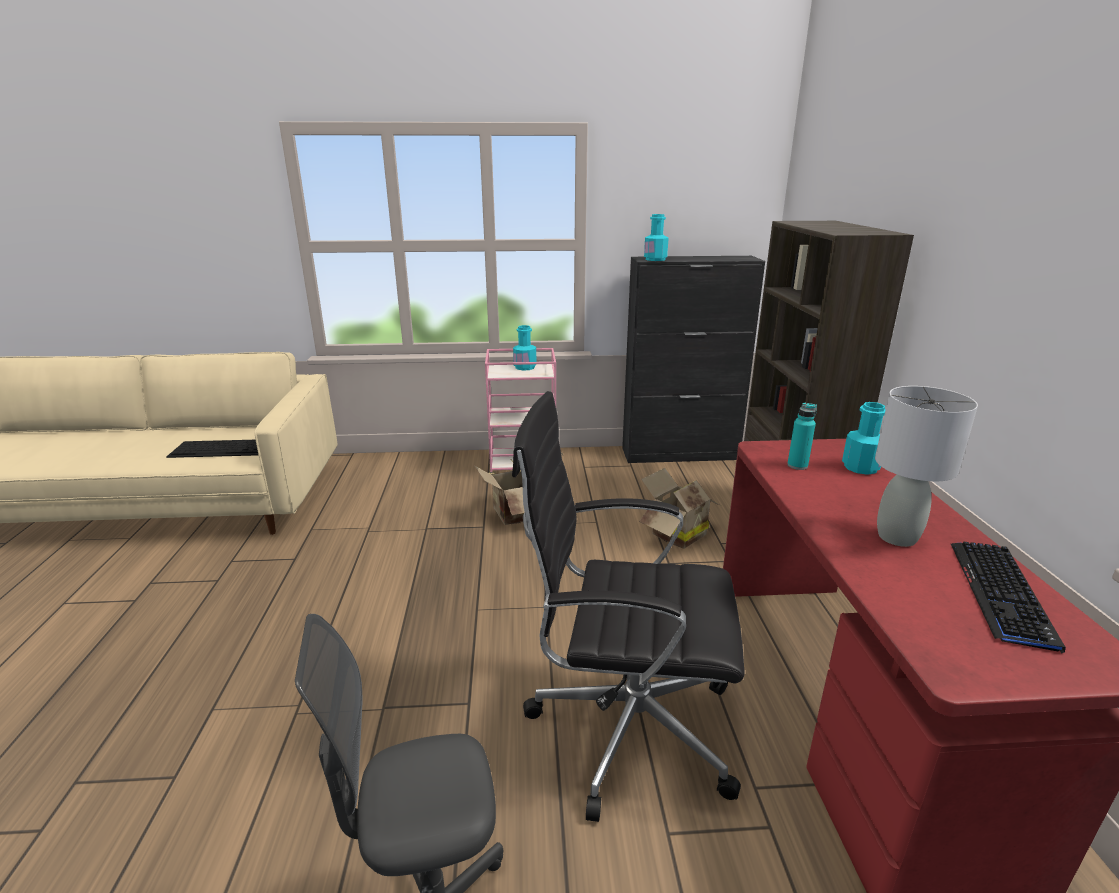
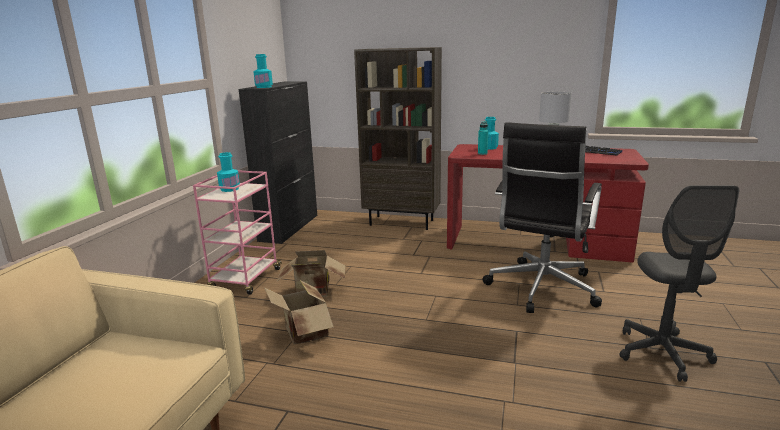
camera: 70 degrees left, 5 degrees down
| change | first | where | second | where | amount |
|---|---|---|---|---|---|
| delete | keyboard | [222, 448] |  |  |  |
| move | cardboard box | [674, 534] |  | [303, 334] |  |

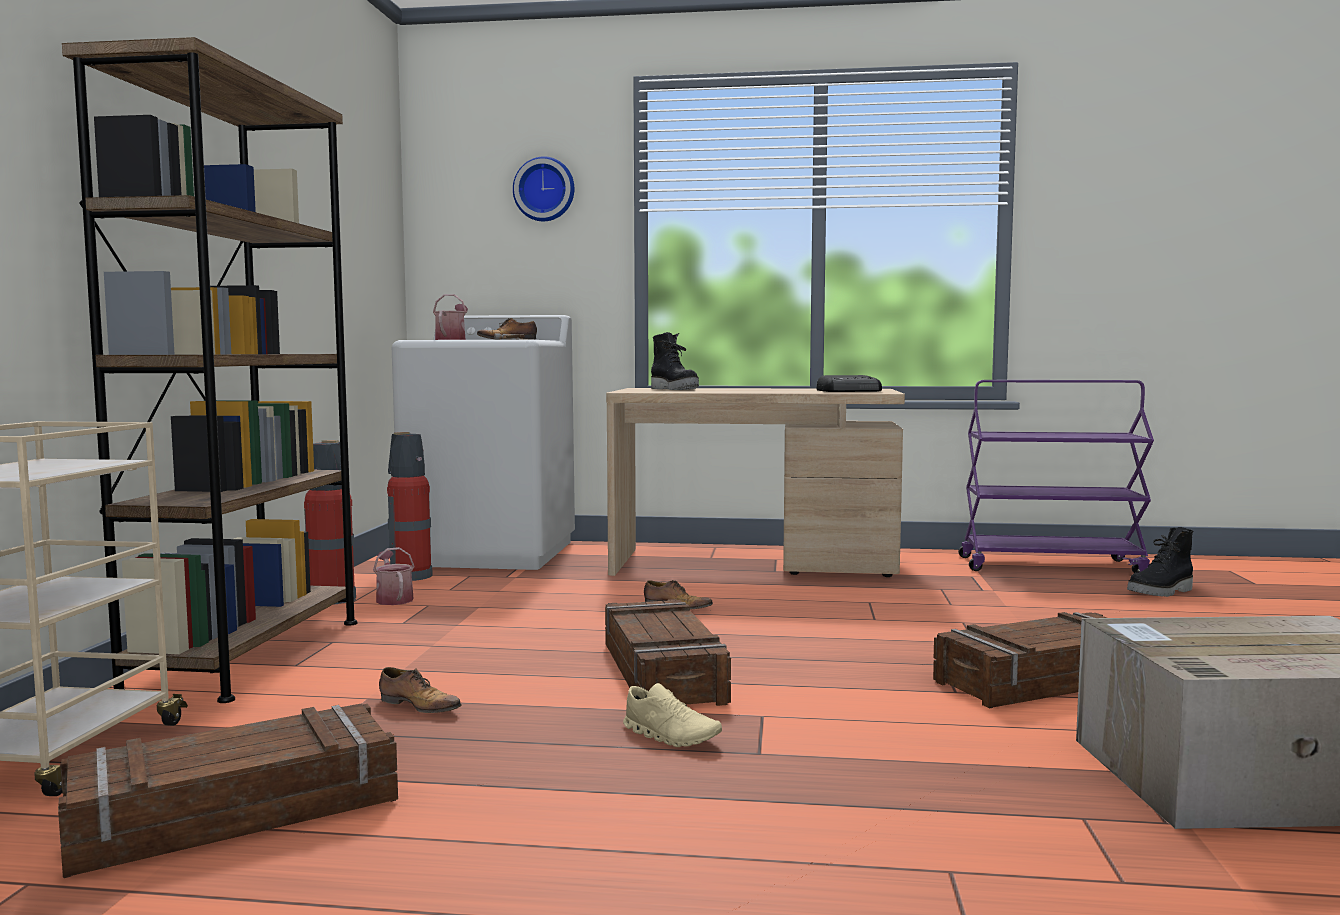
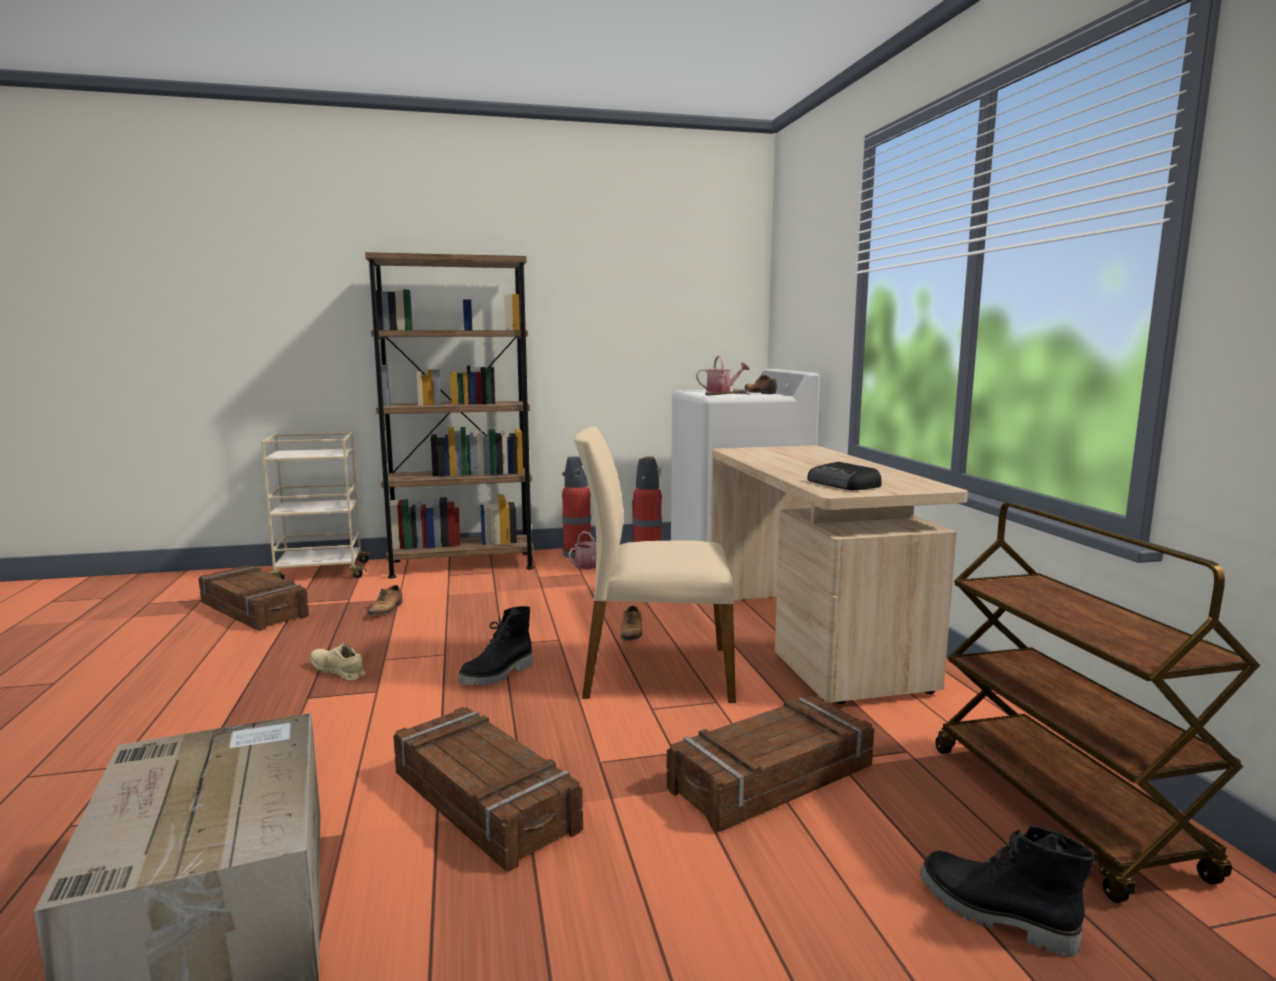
camera: 70 degrees right, 5 degrees up
| change | first | where | second | where | amount |
|---|---|---|---|---|---|
| delete | wall clock | [545, 190] |  |  |  |
| move | black boot | [675, 389] |  | [498, 675] |  |
| recolor | purple cart | [1051, 565] | brown cart | [1062, 811] |  |
| move | crate | [664, 672] |  | [773, 778] |  |
| rotate | beige shoe | [671, 736] |  | [338, 671] | 105 degrees clockwise |
| insert |  |  | beige chair | [655, 672] |  |

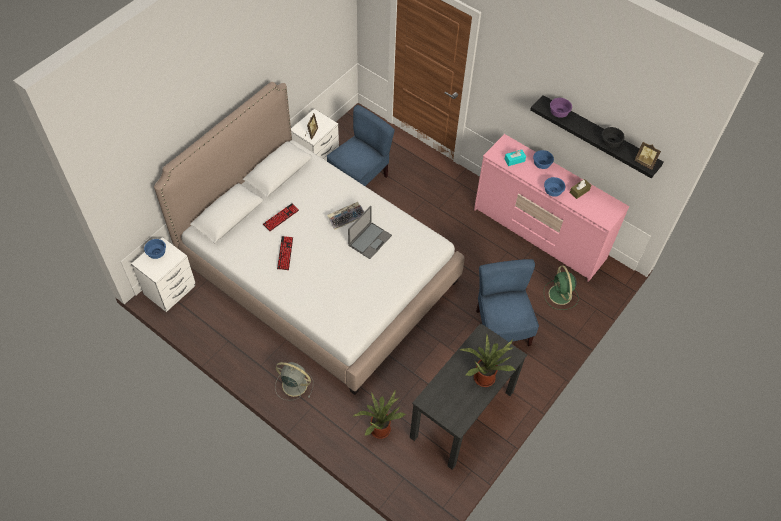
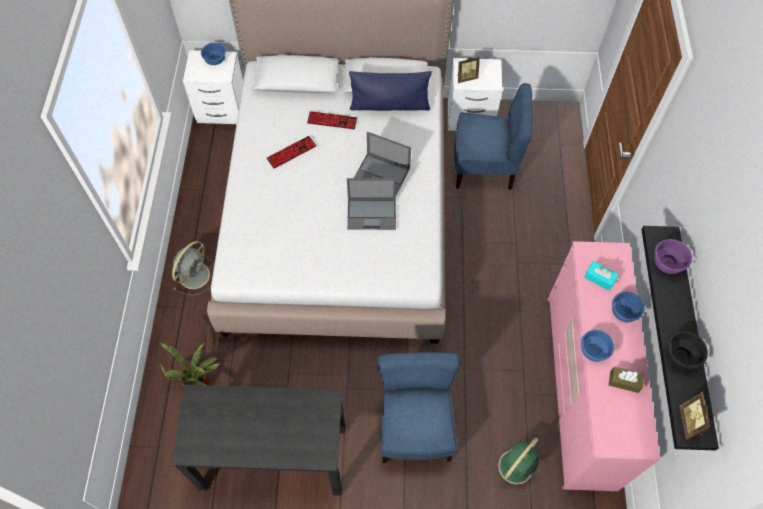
camera: 55 degrees right, 5 degrees up
| change | first | where | second | where | amount |
|---|---|---|---|---|---|
| replace | keyboard | [346, 217] | laptop | [382, 174] |  |
| rotate | blue chair | [501, 328] |  | [415, 429] | 45 degrees counterclockwise |
| delete | potted plant | [484, 375] |  |  |  |
| rotate | grey fan | [293, 384] |  | [195, 274] | 45 degrees clockwise |
| insert |  |  | blue pillow | [389, 105] |  |

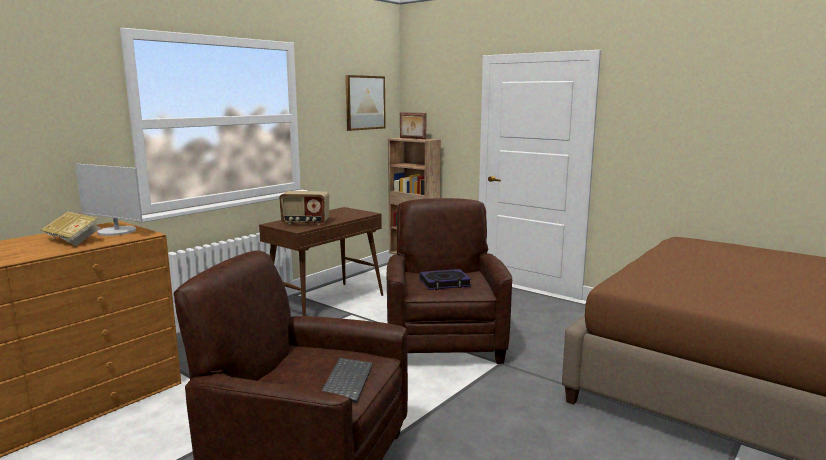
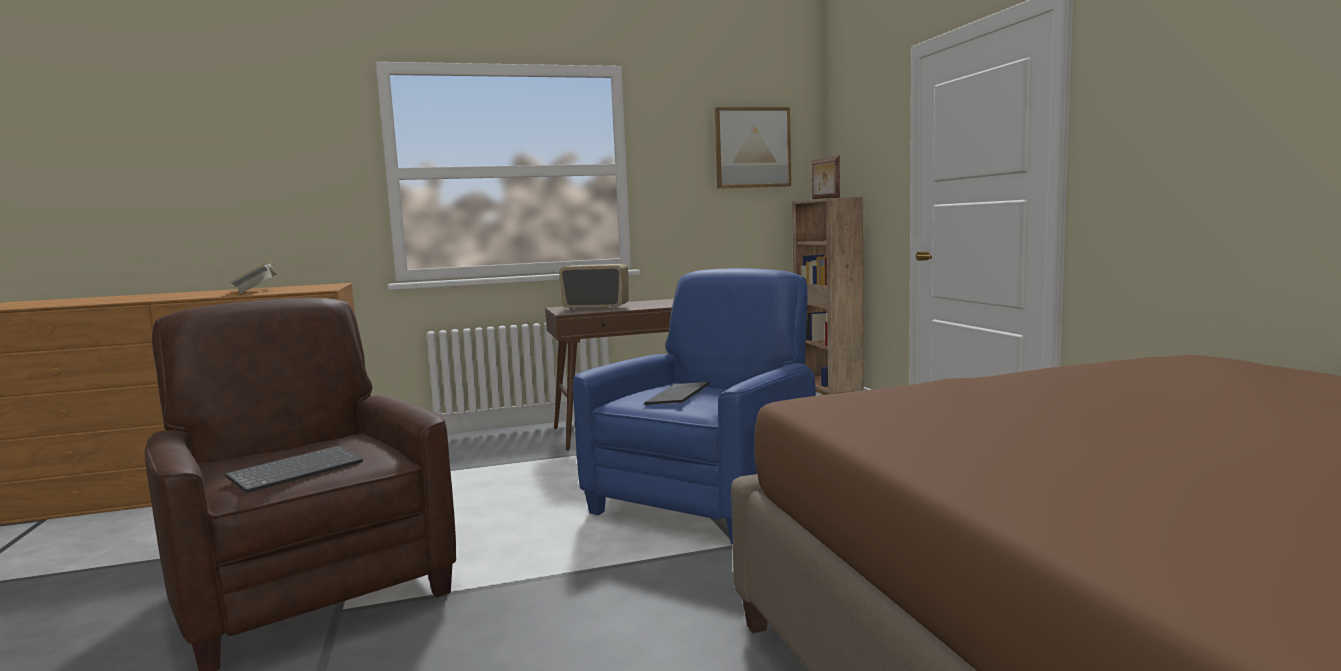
camera: 35 degrees right, 5 degrees down
| change | first | where | second | where | amount |
|---|---|---|---|---|---|
| delete | monitor | [116, 231] |  |  |  |
| rotate | radio | [305, 223] |  | [596, 308] | 150 degrees clockwise |
| recolor | brown armchair | [444, 342] | blue armchair | [705, 500] |  |
| replace | book | [444, 283] | keyboard | [679, 396] |  |

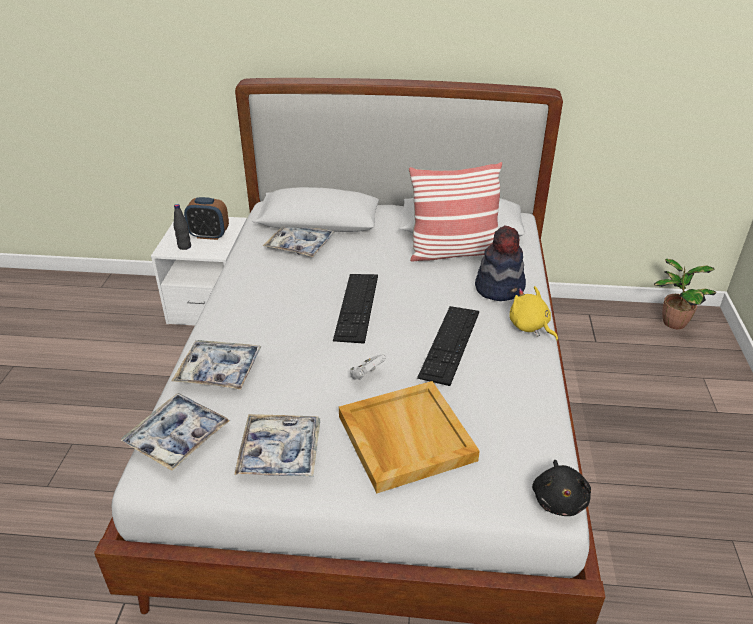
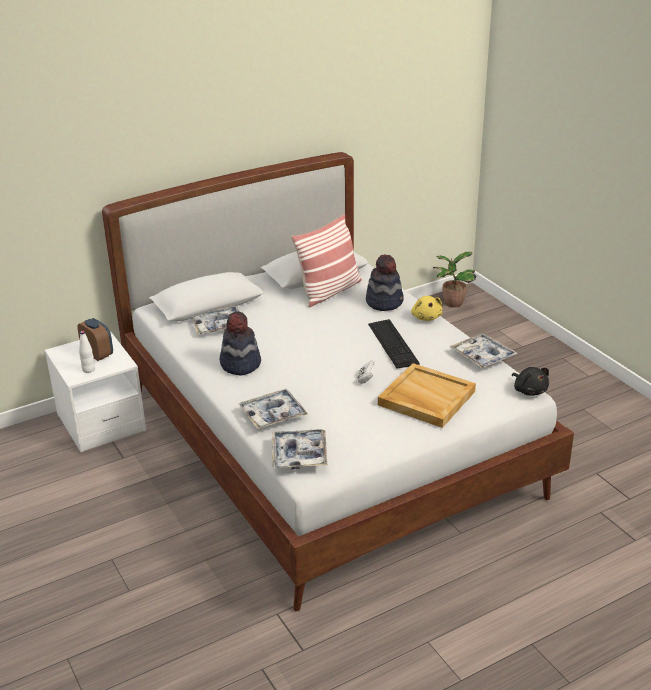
camera: 35 degrees left, 5 degrees down
| change | first | where | second | where | amount |
|---|---|---|---|---|---|
| rotate | alarm clock | [209, 235] |  | [98, 354] | 105 degrees counterclockwise |
| recolor | black bottle | [184, 246] | white bottle | [88, 370] |  |
| delete | keyboard | [356, 306] |  |  |  |
| rotate | yellow plush toy | [530, 327] |  | [426, 317] | 120 degrees counterclockwise |
| move | tray | [280, 452] |  | [482, 356] |  |
| insert |  |  | hat | [240, 364] |  |

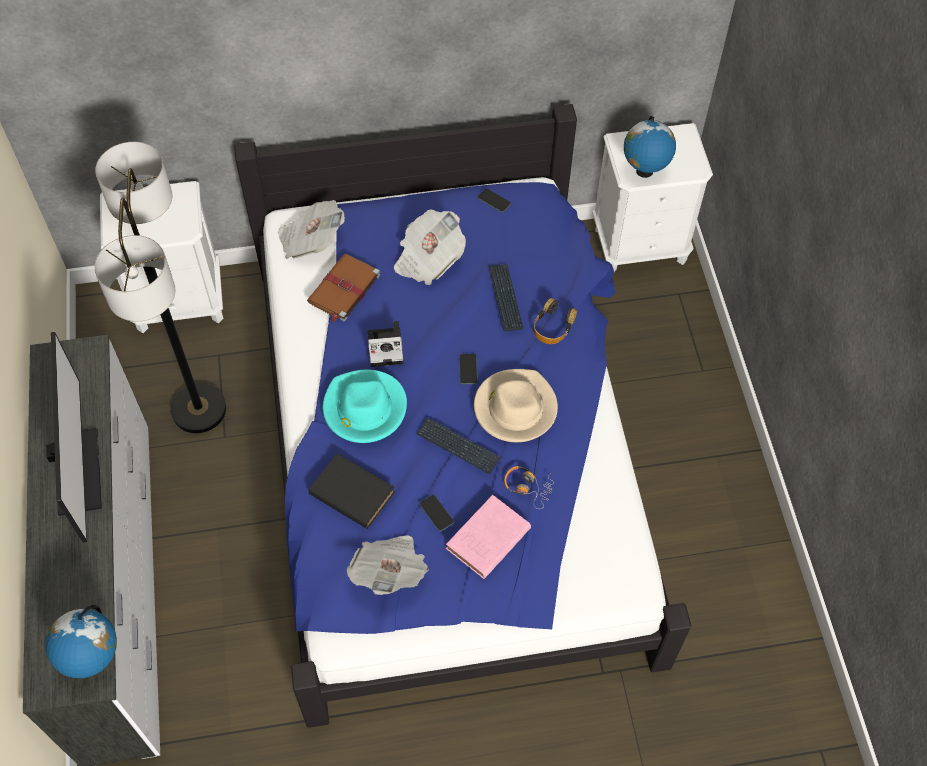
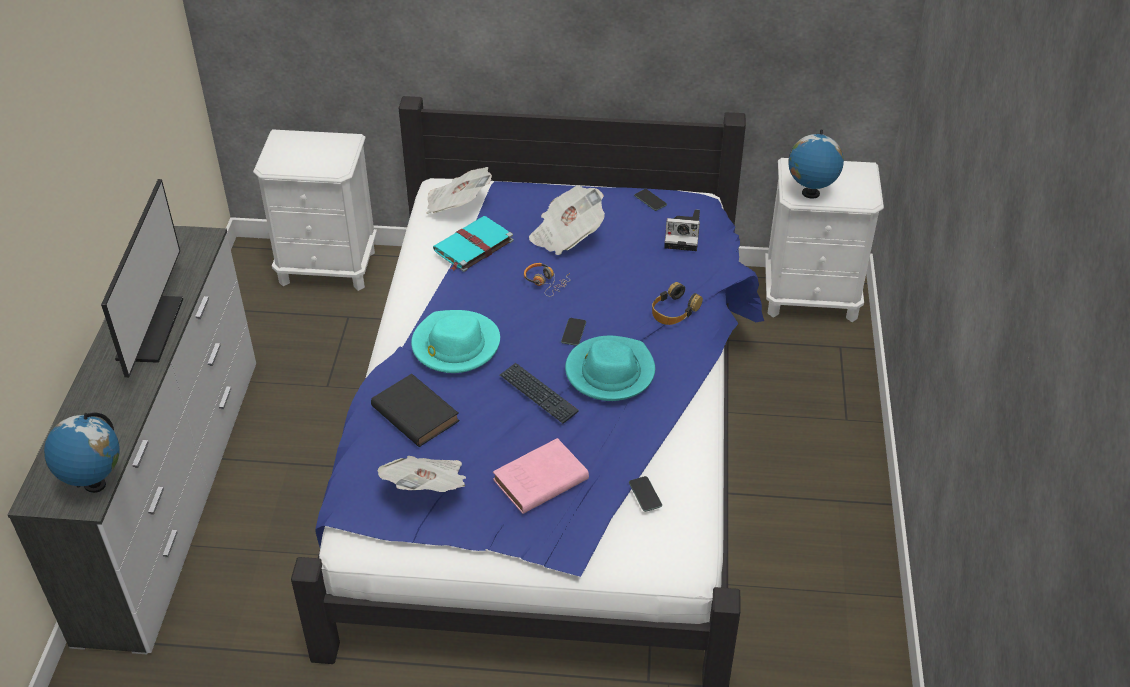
camera: 15 degrees right, 15 degrees down
| change | first | where | second | where | amount |
|---|---|---|---|---|---|
| delete | floor lamp | [199, 409] |  |  |  |
| recolor | brown book | [343, 290] | turquoise book | [472, 246] |  |
| delete | keyboard | [505, 298] |  |  |  |
| move | photo camera | [387, 347] |  | [684, 236] |  |
| recolor | beige hat | [515, 408] | turquoise hat | [610, 372] |  |
| move | headphones | [528, 487] |  | [546, 282] |  |
| move | phone | [436, 513] |  | [645, 494] |  |

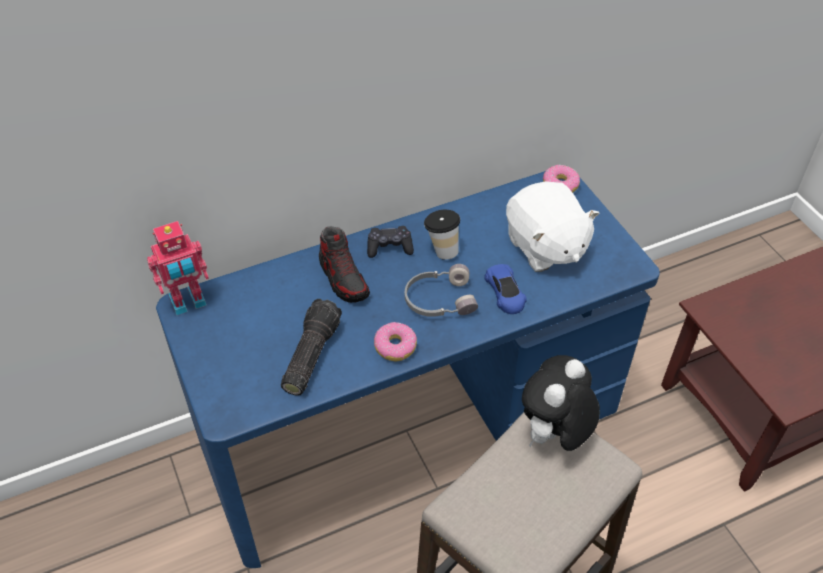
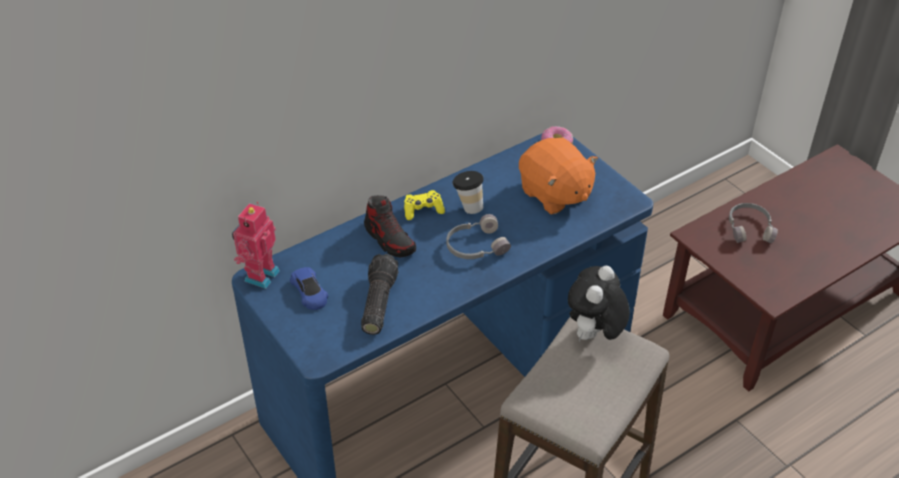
camera: 10 degrees left, 5 degrees down
| change | first | where | second | where | amount |
|---|---|---|---|---|---|
| recolor | white plush toy | [545, 247] | orange plush toy | [554, 194] |  |
| rotate | toy robot | [188, 302] |  | [260, 275] | 150 degrees clockwise |
| recolor | black game controller | [389, 247] | yellow game controller | [423, 210] |  |
| move | blue toy car | [505, 292] |  | [309, 292] |  |
| delete | donut | [395, 346] |  |  |  |
| insert |  |  | grey headphones | [750, 228] |  |

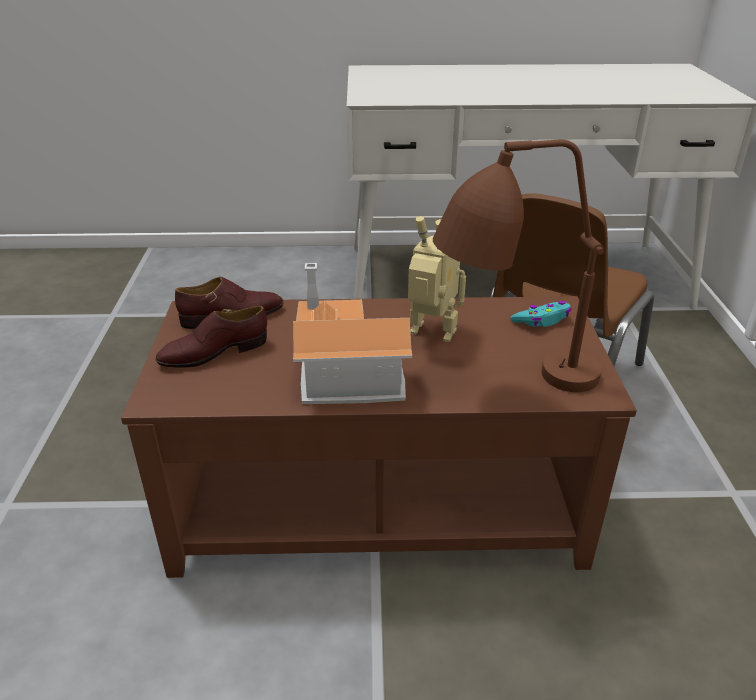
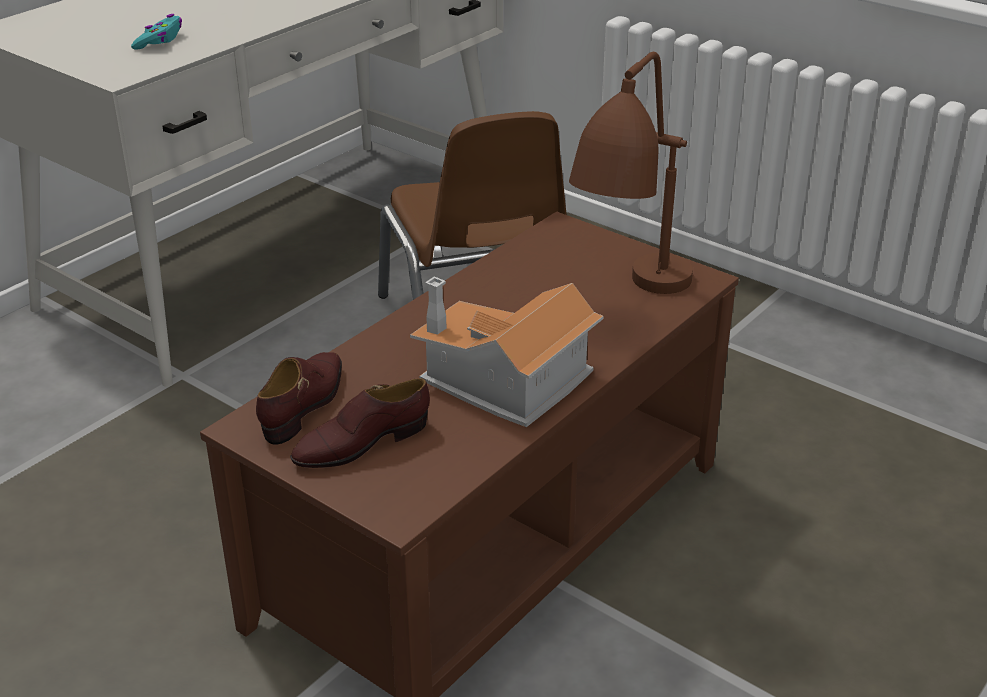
camera: 50 degrees left, 0 degrees up
| change | first | where | second | where | amount |
|---|---|---|---|---|---|
| delete | toy robot | [430, 335] |  |  |  |
| move | turquoise game controller | [542, 320] |  | [159, 40] |  |
| rotate | brown shoe | [214, 352] |  | [361, 443] | 45 degrees clockwise |

